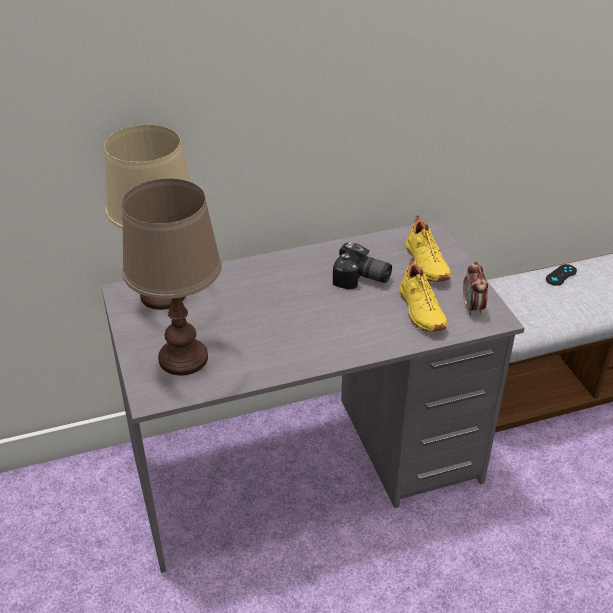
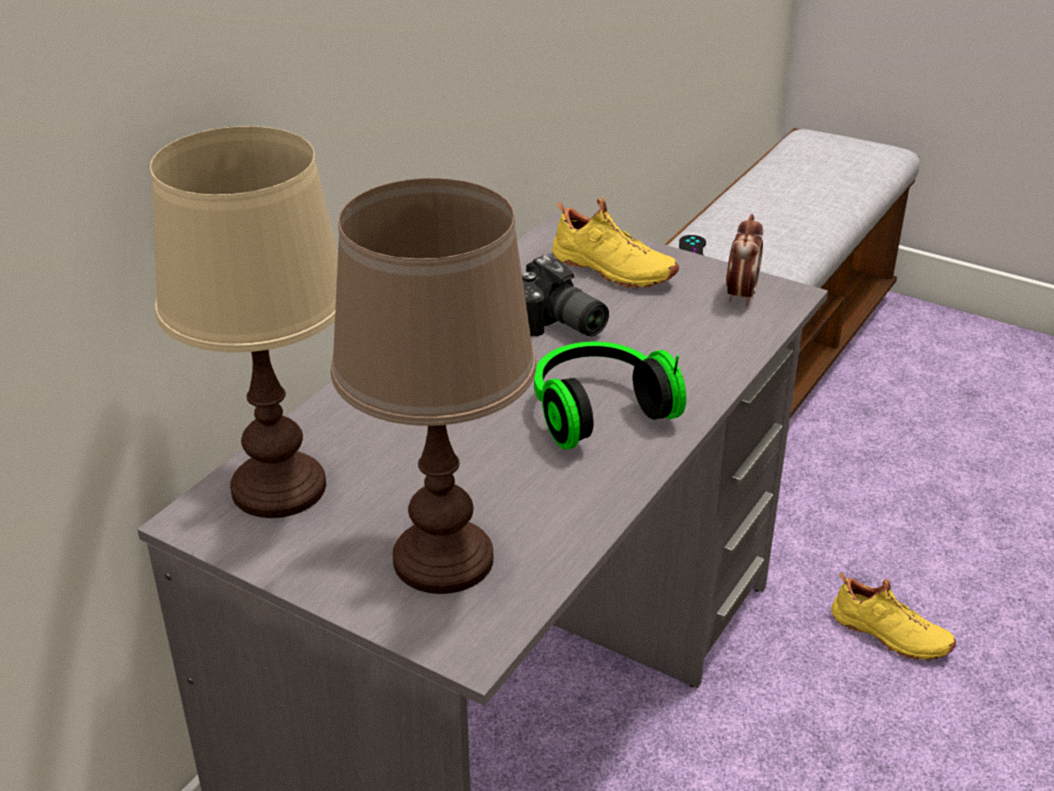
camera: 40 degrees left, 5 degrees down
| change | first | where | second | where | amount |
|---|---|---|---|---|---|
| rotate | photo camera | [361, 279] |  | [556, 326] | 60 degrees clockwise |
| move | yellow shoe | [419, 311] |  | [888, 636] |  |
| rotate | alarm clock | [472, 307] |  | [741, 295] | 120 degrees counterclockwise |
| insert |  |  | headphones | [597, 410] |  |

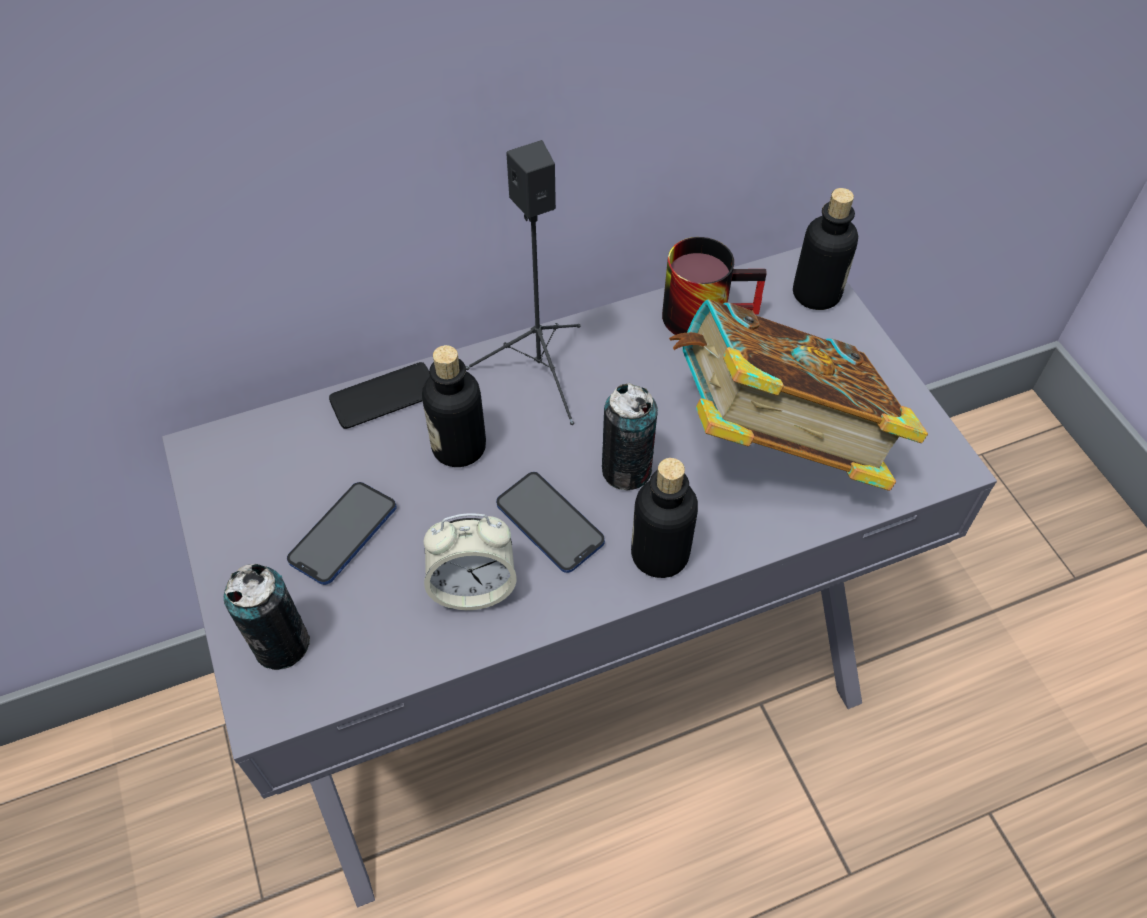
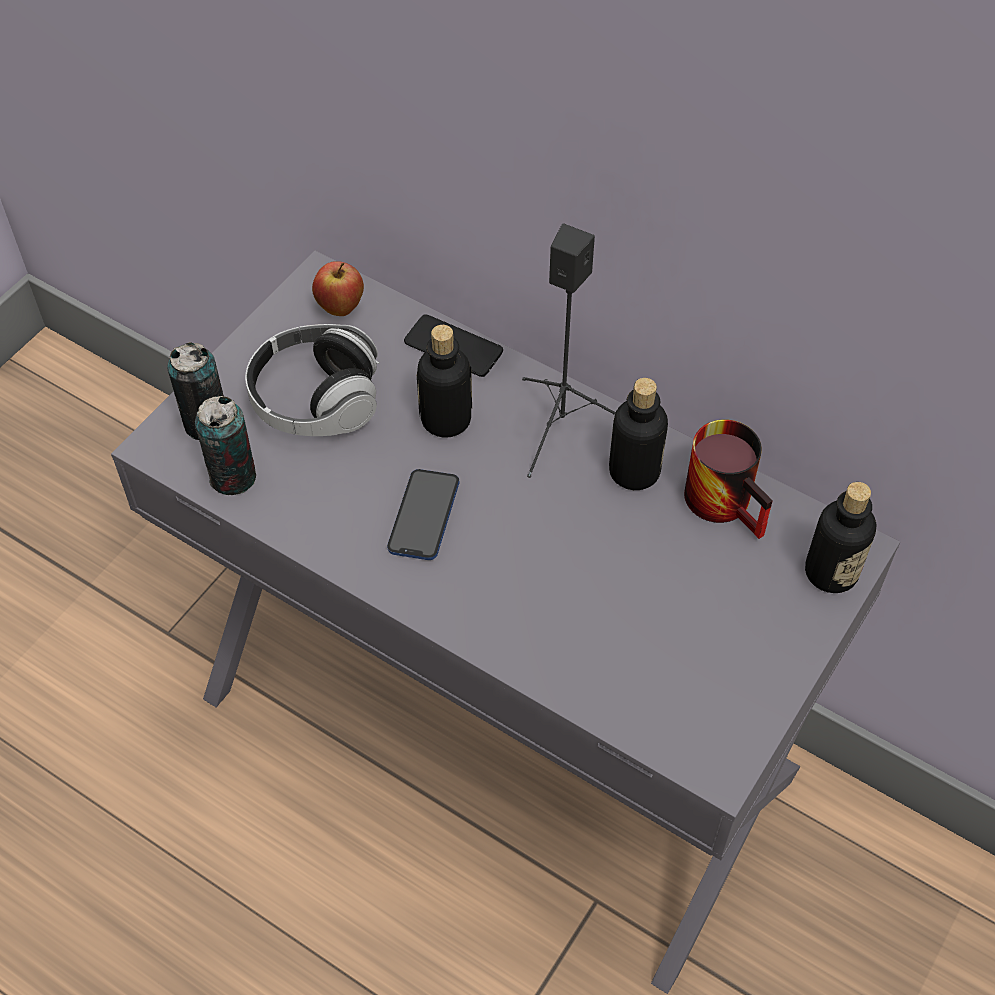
camera: 55 degrees right, 0 degrees up
| change | first | where | second | where | amount |
|---|---|---|---|---|---|
| delete | book | [776, 442] |  |  |  |
| move | can | [626, 470] |  | [233, 477] |  |
| move | bottle | [660, 554] |  | [634, 471] |  |
| replace | phone | [343, 534] | headphones | [316, 400] |  |
| delete | alarm clock | [473, 587] |  |  |  |
| insert |  |  | apple | [340, 308] |  |

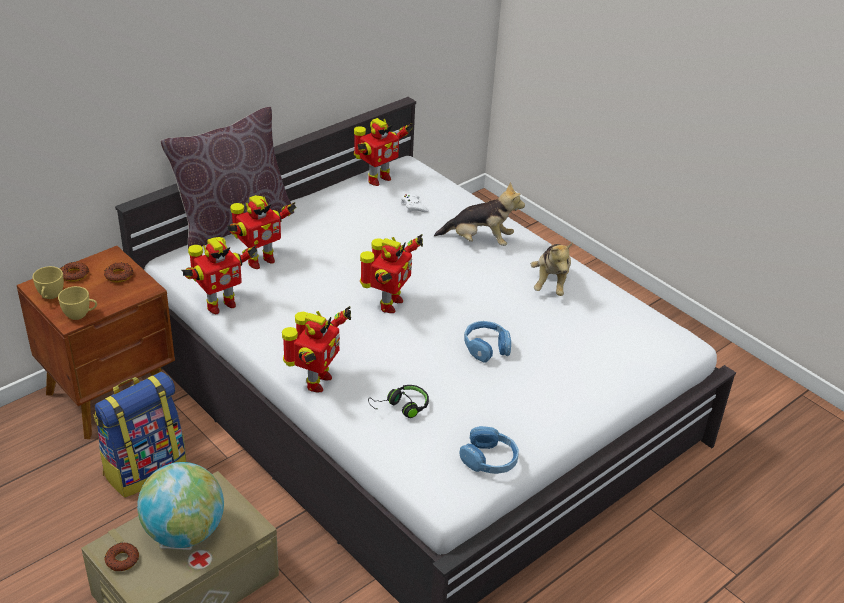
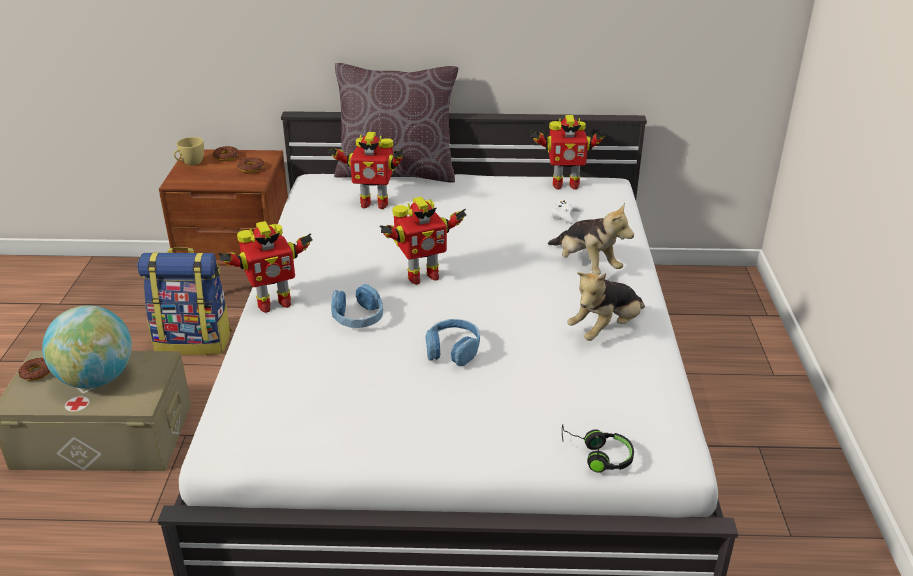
camera: 45 degrees right, 5 degrees down
| change | first | where | second | where | amount |
|---|---|---|---|---|---|
| delete | toy robot | [219, 305] |  |  |  |
| delete | yellow cup | [80, 315] |  |  |  |
| move | black headphones | [401, 407] |  | [597, 455] |  |
| move | blue headphones | [489, 460] |  | [358, 317] |  |

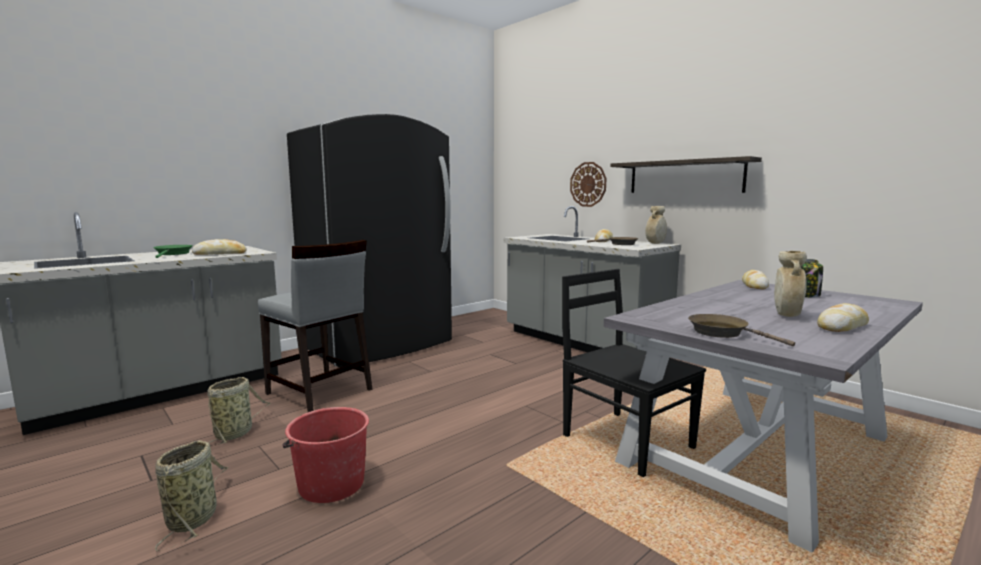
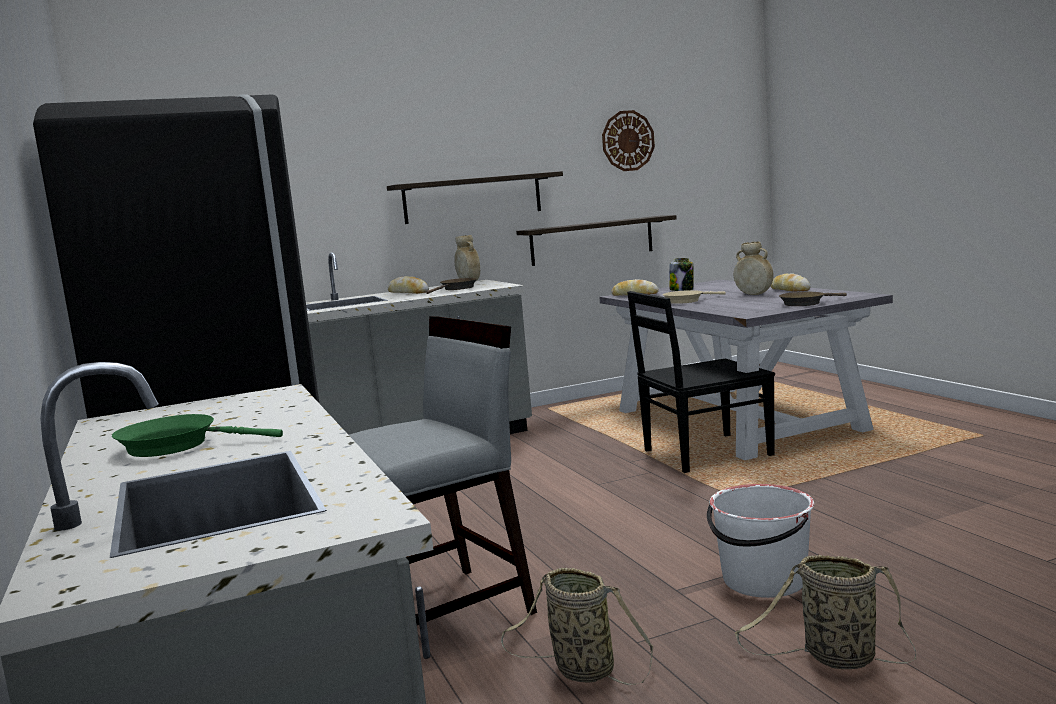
camera: 70 degrees left, 0 degrees up
| change | first | where | second | where | amount |
|---|---|---|---|---|---|
| move | wall clock | [588, 184] |  | [628, 141] |  |
| delete | bread | [220, 254] |  |  |  |
| recolor | red bucket | [330, 484] | white bucket | [763, 581] |  |
| insert |  |  | shelf | [592, 240] |  |
| insert |  |  | beige frying pan | [686, 301] |  |

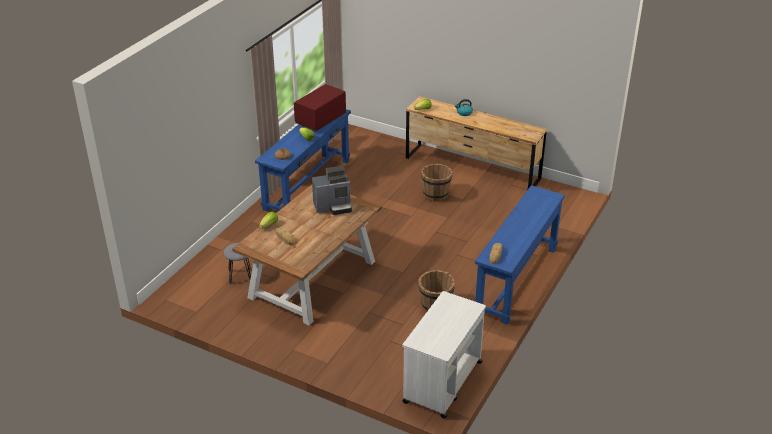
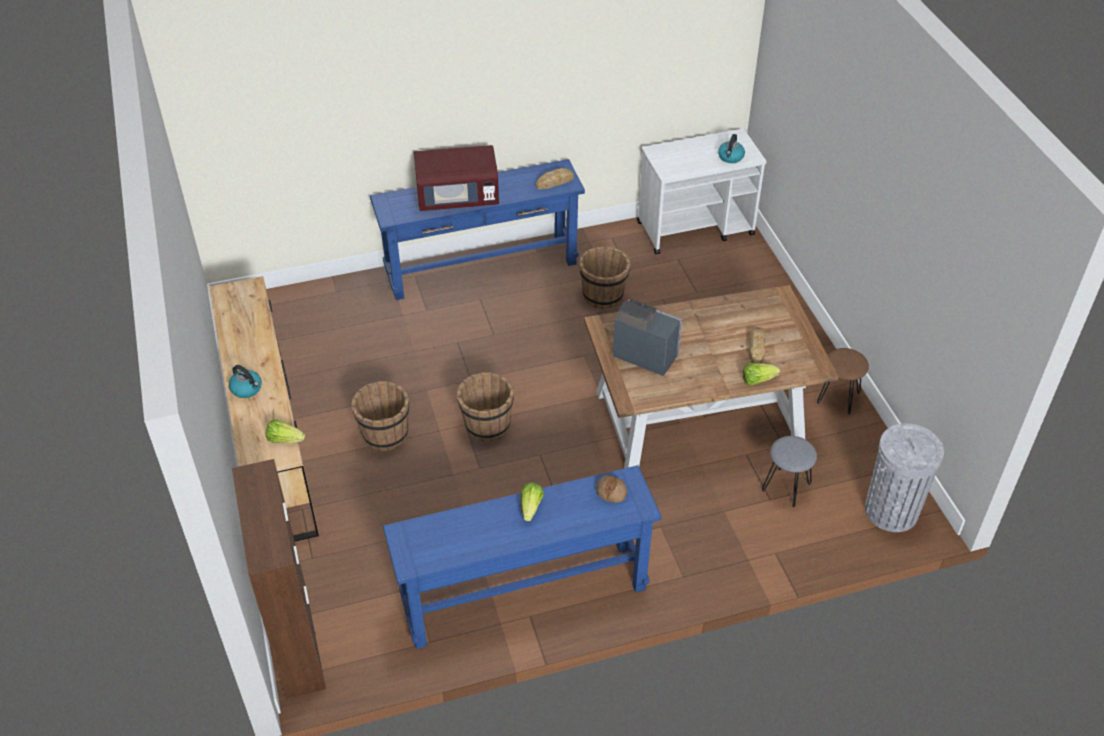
camera: 135 degrees left, 10 degrees up
| change | first | where | second | where | amount |
|---|---|---|---|---|---|
| move | red microwave | [321, 120] |  | [458, 198] |  |
| insert |  |  | kettle | [730, 157] |  |
| insert |  |  | brown stool | [838, 397] |  |
| insert |  |  | brown bucket | [487, 426] |  |
| insert |  |  | grey trash can | [891, 510] |  |
| insert |  |  | brown cabinet | [296, 640] |  |

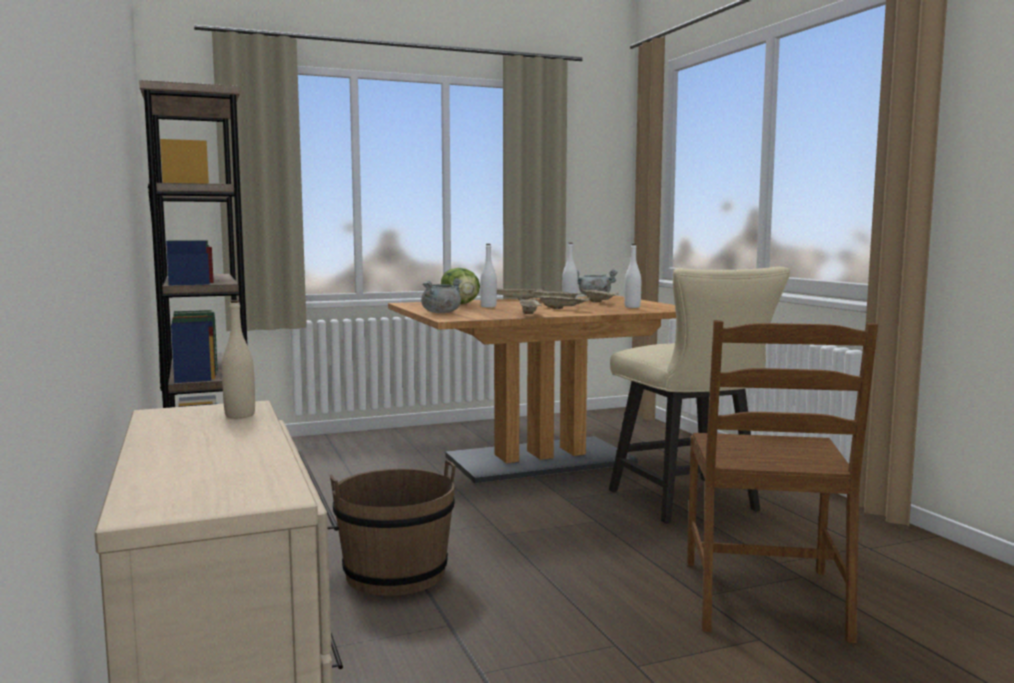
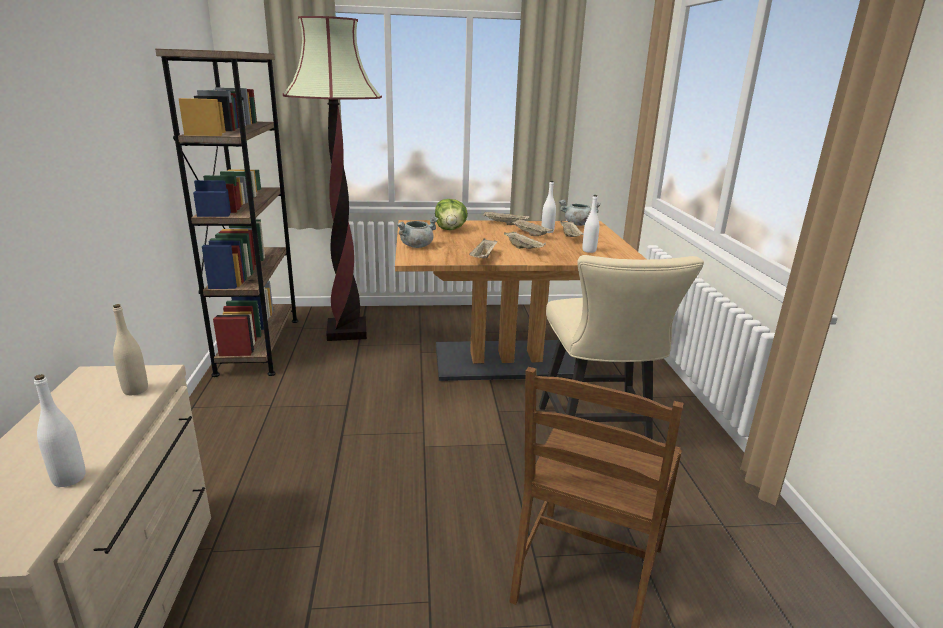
camera: 15 degrees right, 15 degrees up
| change | first | where | second | where | amount |
|---|---|---|---|---|---|
| move | white bottle | [488, 306] |  | [69, 478] |  |
| delete | brown bucket | [395, 574] |  |  |  |
| insert |  |  | floor lamp | [347, 331] |  |

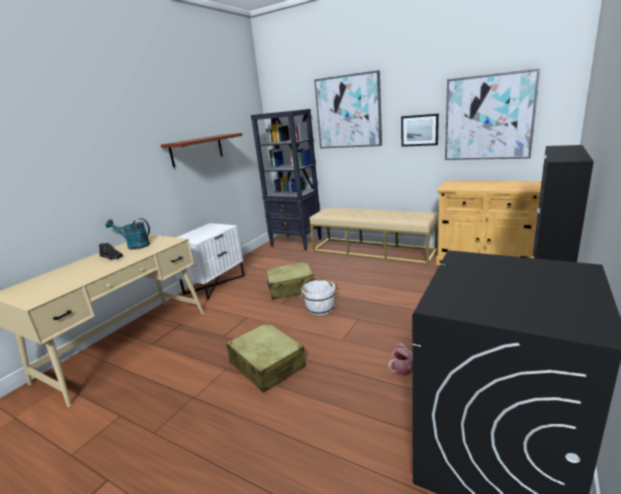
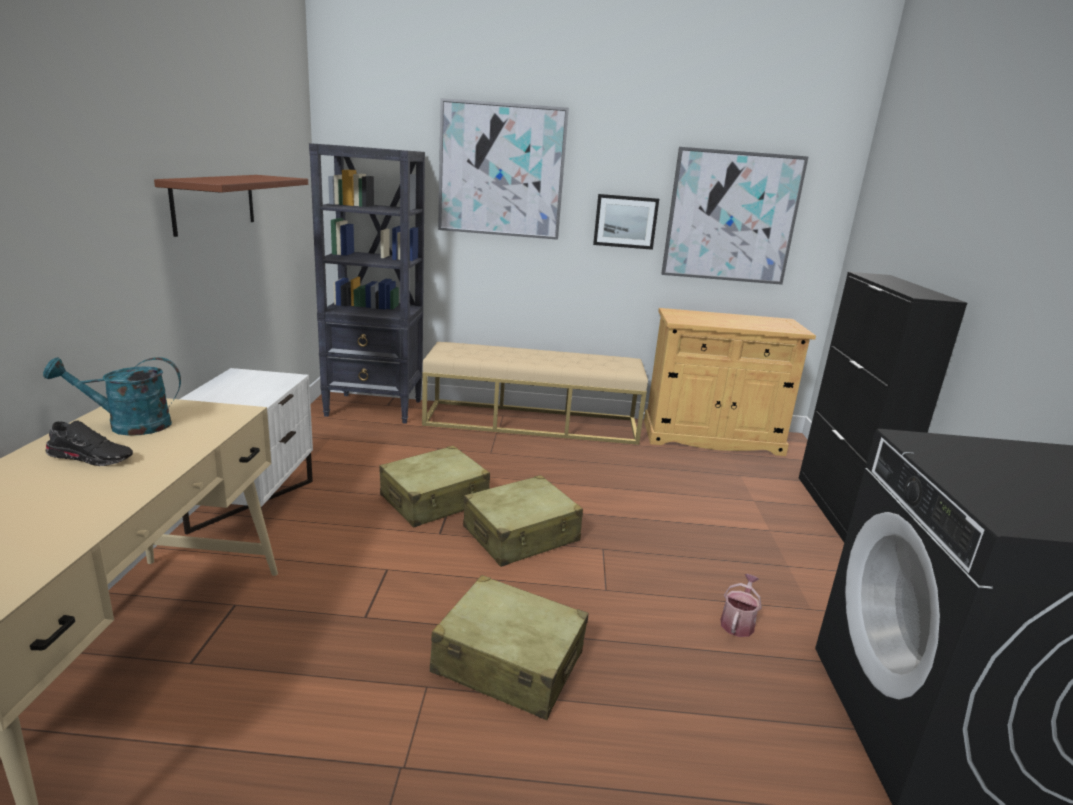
camera: 30 degrees left, 0 degrees up
| change | first | where | second | where | amount |
|---|---|---|---|---|---|
| replace | white bucket | [320, 308] | beige suitcase | [521, 535] |  |

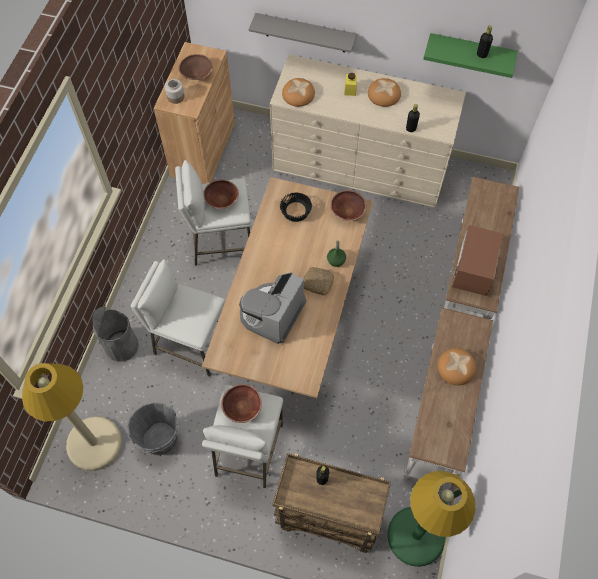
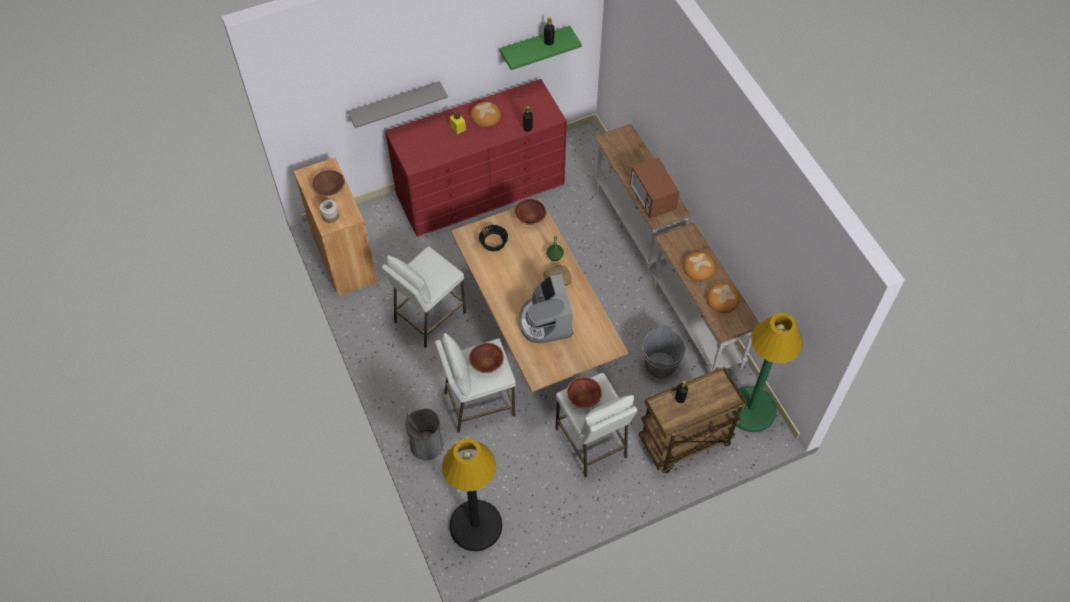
camera: 40 degrees left, 5 degrees down
| change | first | where | second | where | amount |
|---|---|---|---|---|---|
| recolor | beige dresser | [360, 165] | red dresser | [480, 189] |  |
| move | bread | [298, 94] |  | [722, 299] |  |
| move | brown bowl | [221, 200] |  | [486, 363] |  |
| recolor | beige floor lamp | [94, 443] | black floor lamp | [475, 525] |  |
| move | grey bucket | [160, 439] |  | [660, 366] |  |

